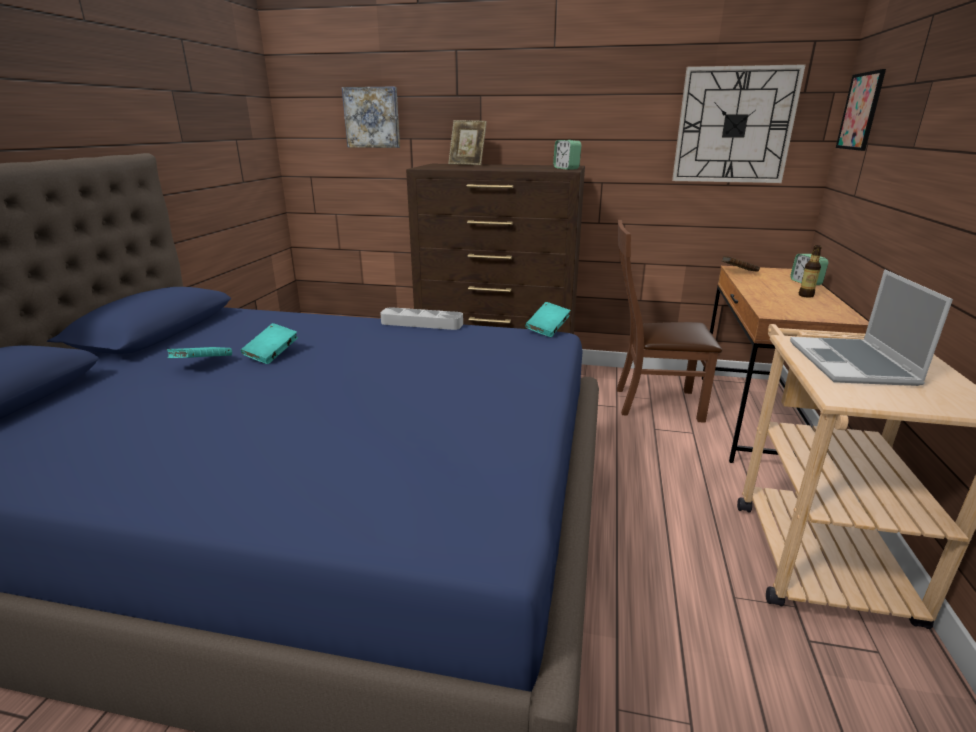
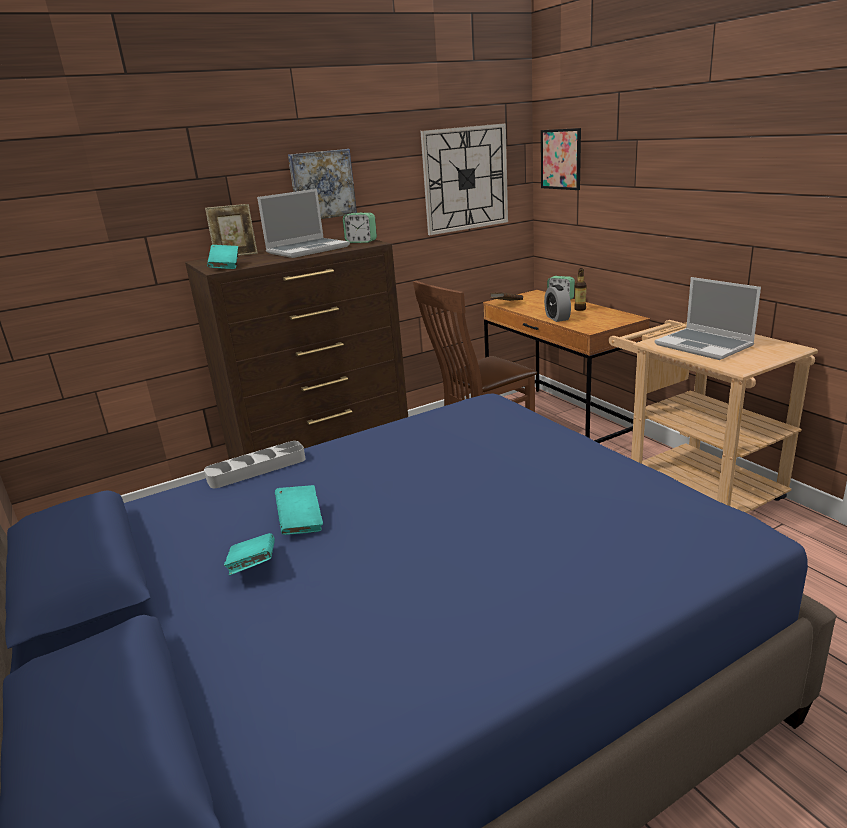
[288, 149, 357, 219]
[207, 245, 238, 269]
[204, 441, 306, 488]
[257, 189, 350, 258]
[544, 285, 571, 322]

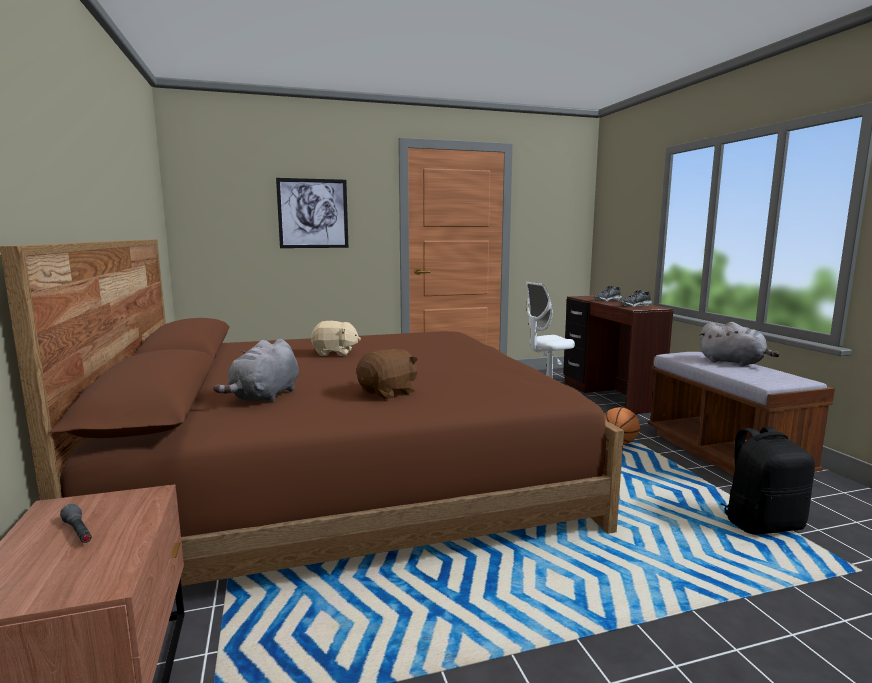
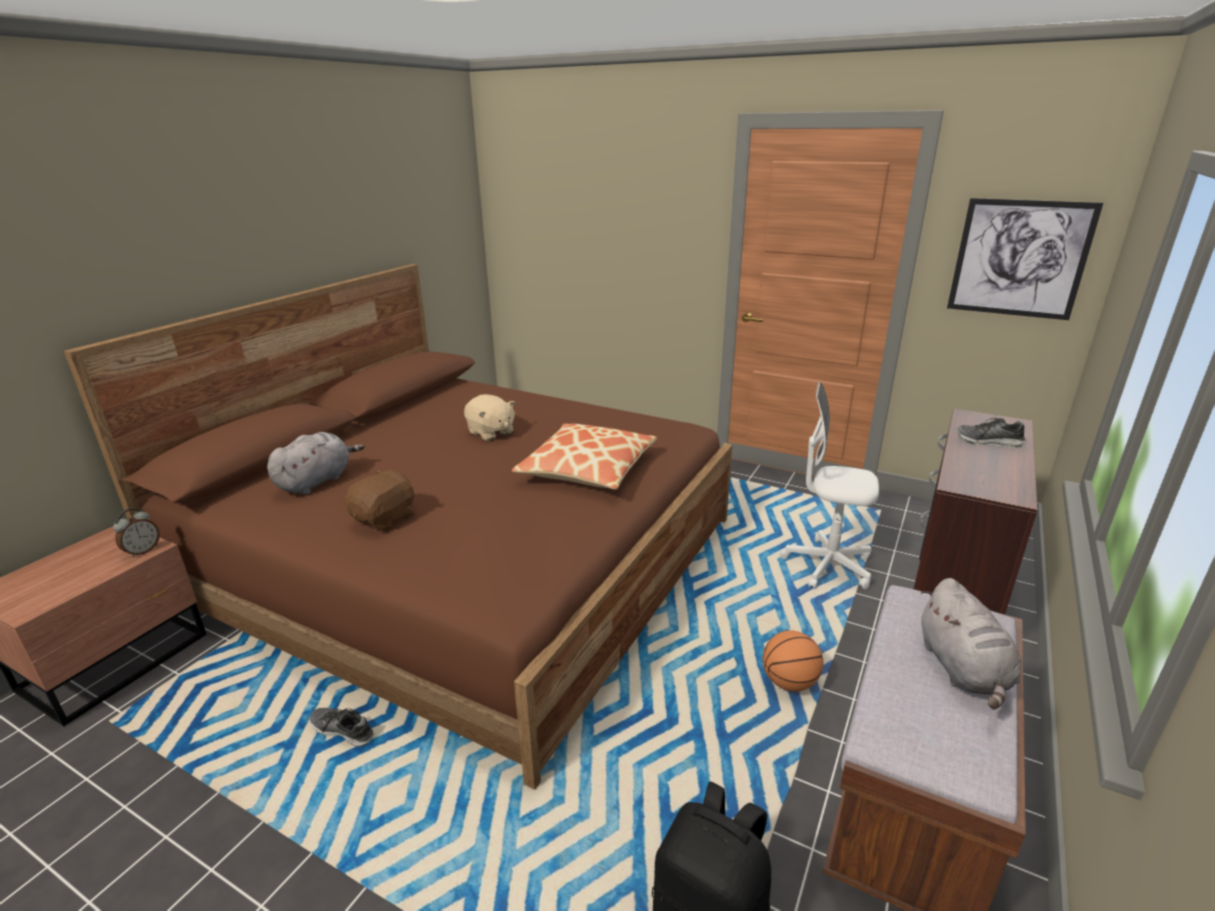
[947, 198, 1103, 320]
[309, 708, 376, 747]
[267, 432, 365, 495]
[345, 470, 415, 532]
[60, 504, 92, 543] (first image)
[512, 423, 657, 490]
[113, 509, 160, 558]

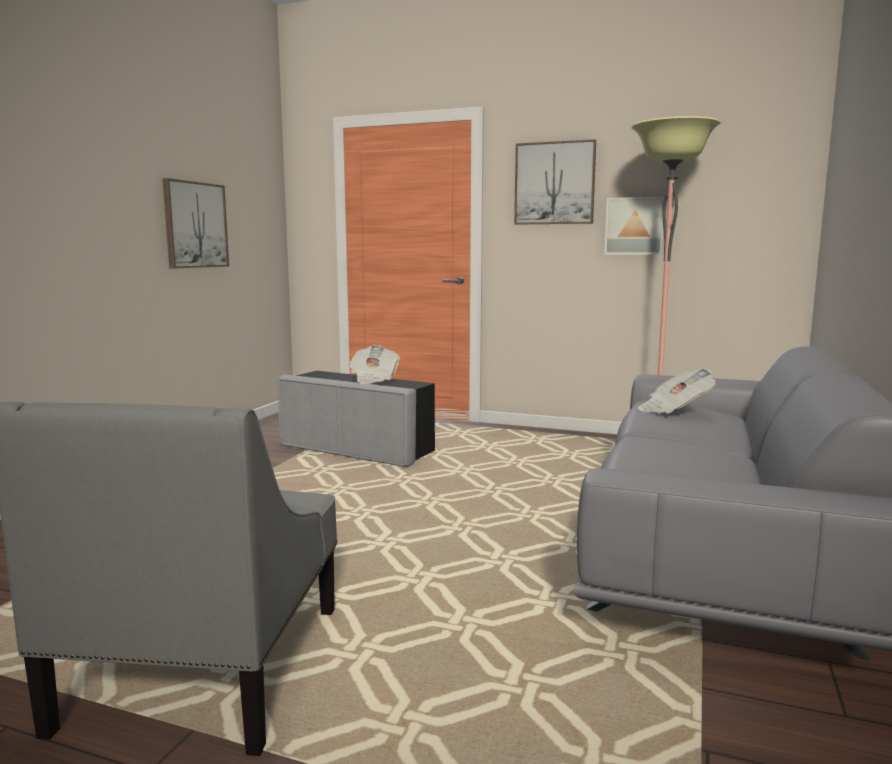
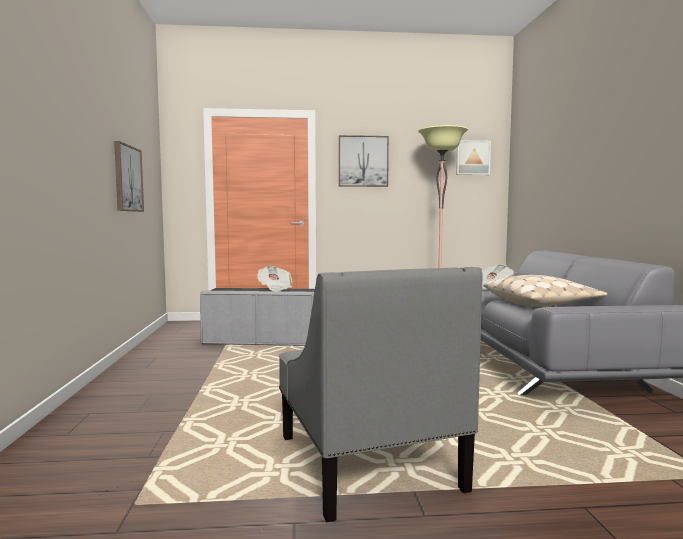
[456, 140, 491, 175]
[483, 275, 607, 307]

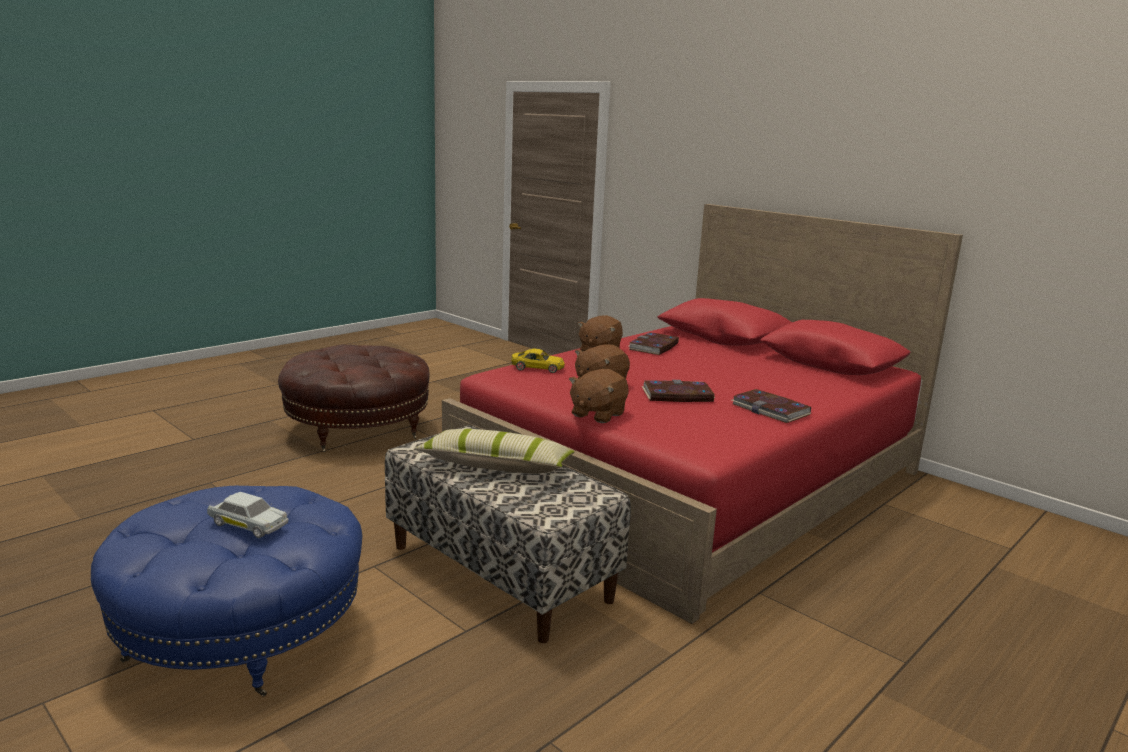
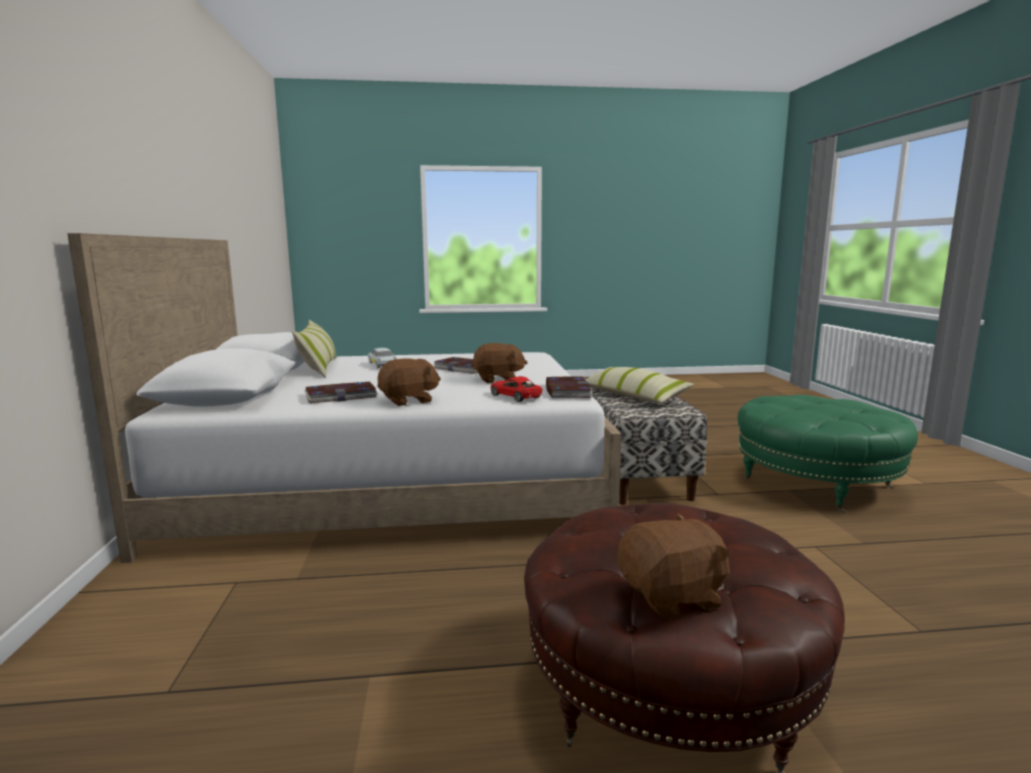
[67, 233, 622, 563]
[491, 376, 543, 402]
[618, 514, 731, 619]
[546, 376, 593, 398]
[737, 395, 918, 513]
[368, 348, 397, 368]
[292, 320, 337, 377]

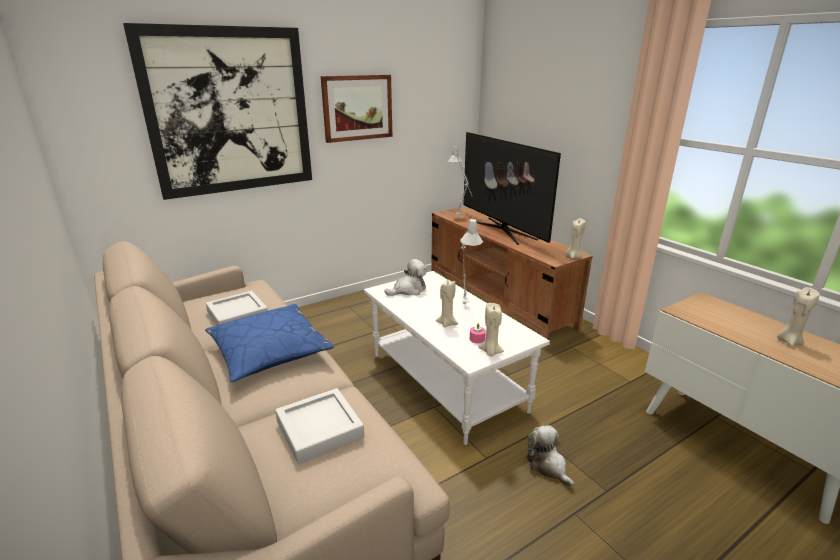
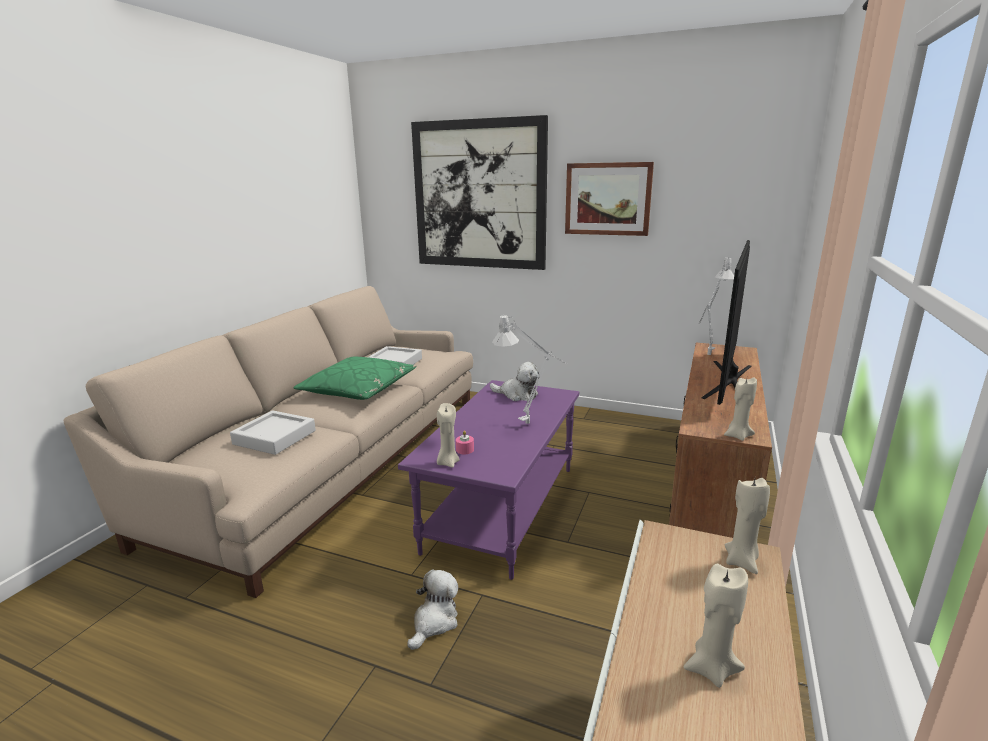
[398, 380, 579, 580]
[725, 478, 770, 574]
[293, 357, 417, 400]

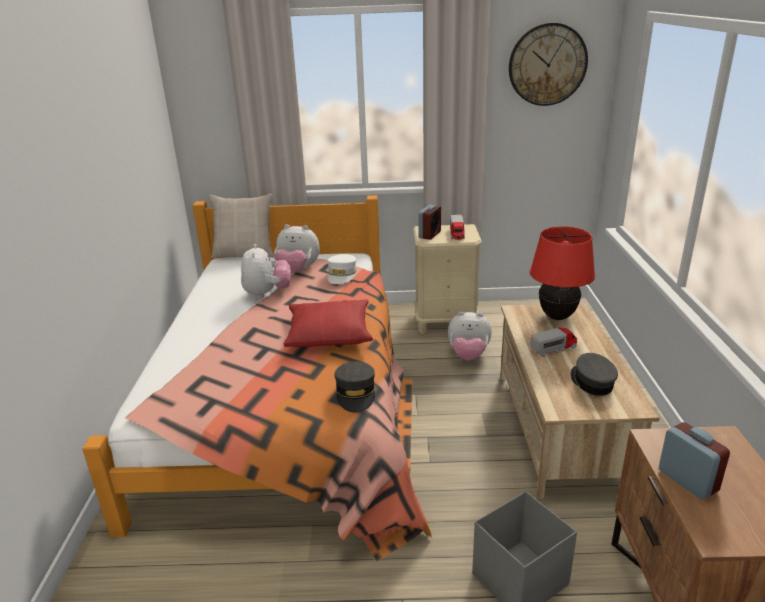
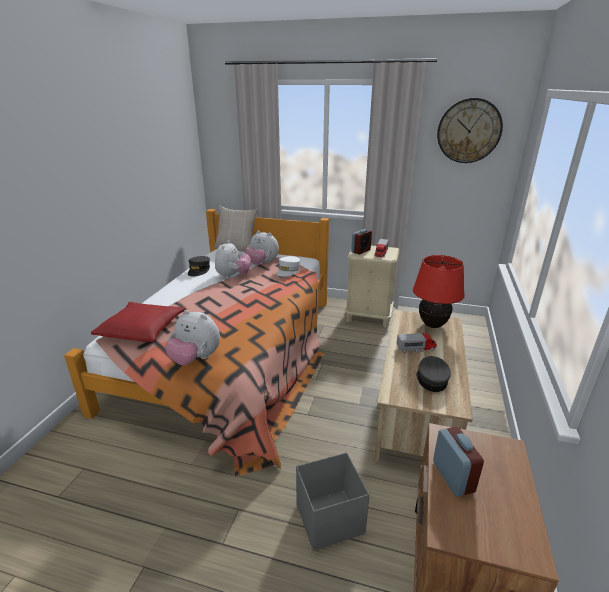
[91, 302, 186, 342]
[165, 310, 220, 365]
[188, 256, 210, 277]

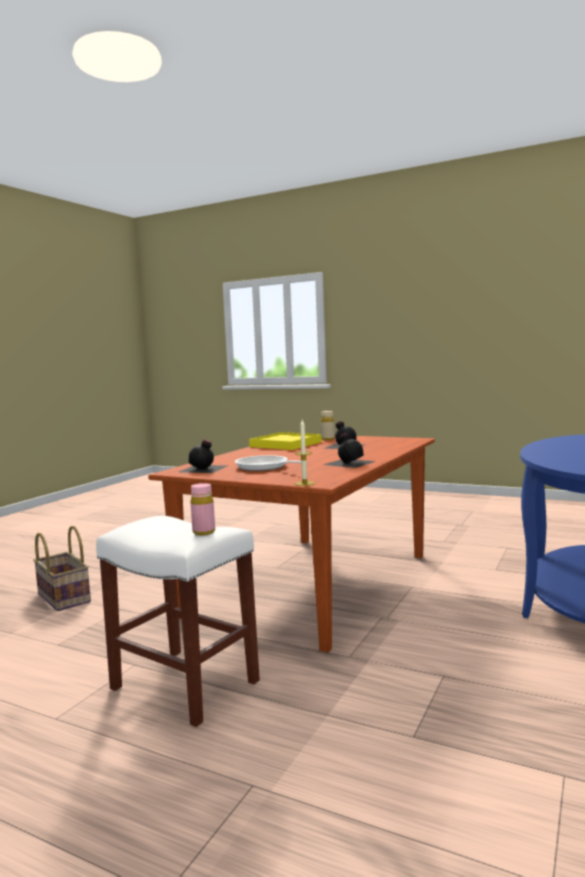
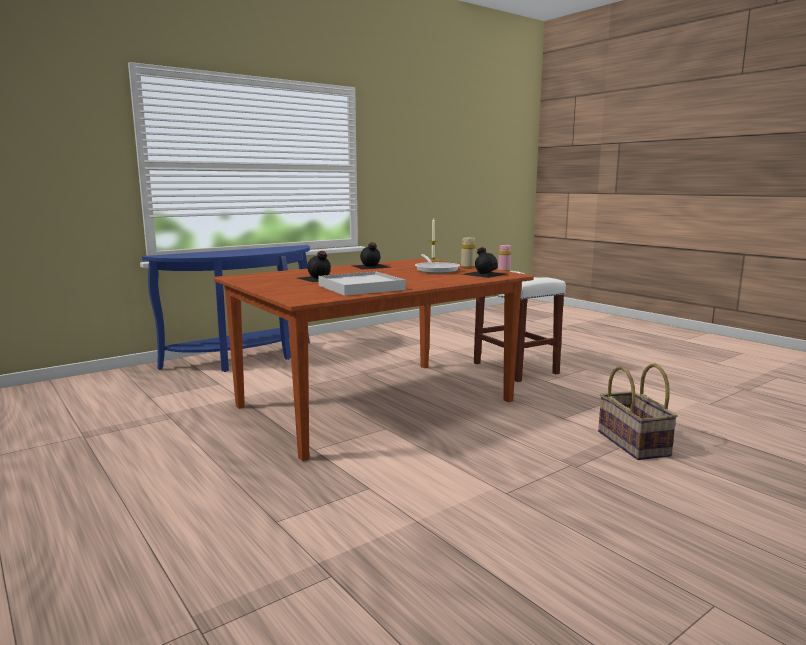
[461, 237, 476, 269]
[318, 271, 406, 296]

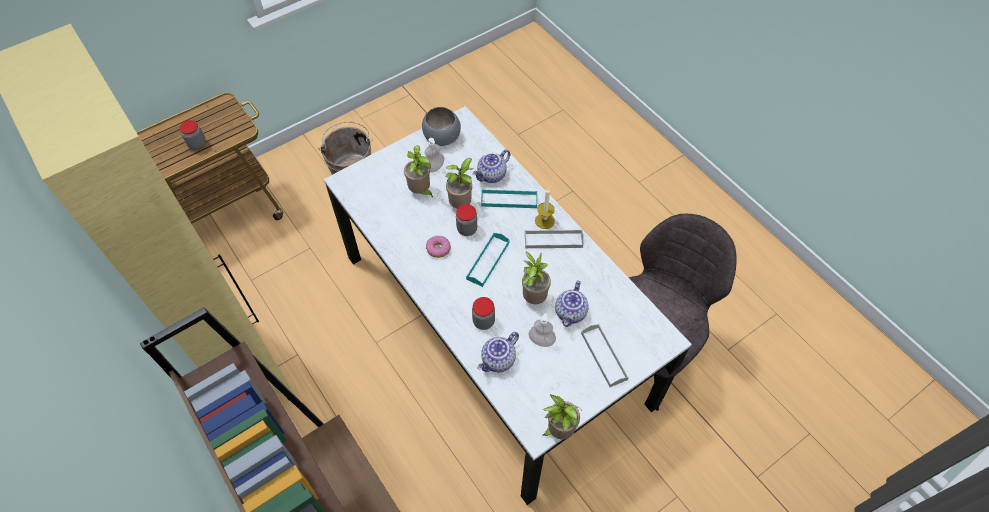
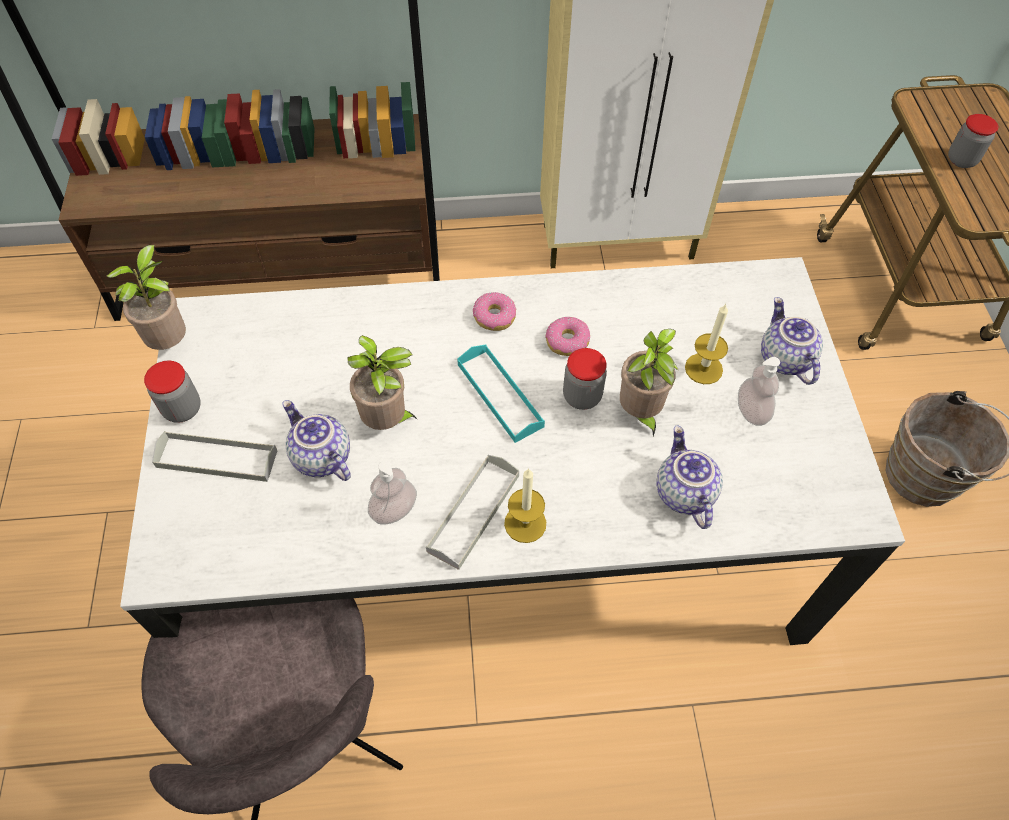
[422, 107, 461, 146] (first image)
[685, 304, 728, 384]
[481, 189, 537, 208] (first image)
[144, 361, 201, 423]
[368, 461, 417, 525]
[761, 297, 823, 385]
[473, 292, 517, 331]

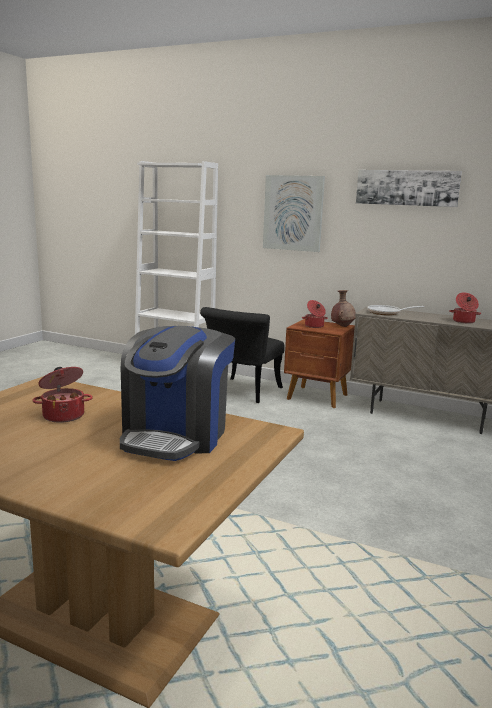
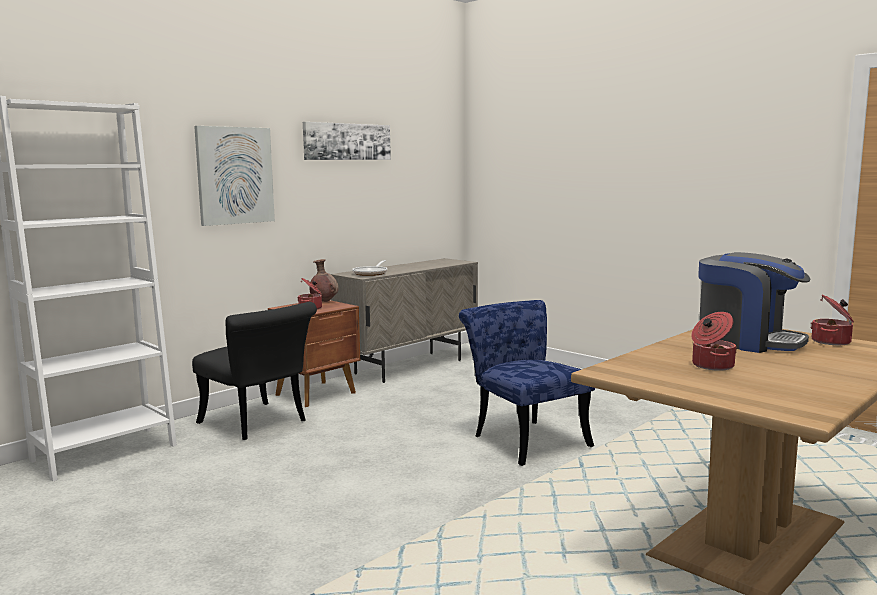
[811, 294, 854, 345]
[459, 300, 595, 466]

